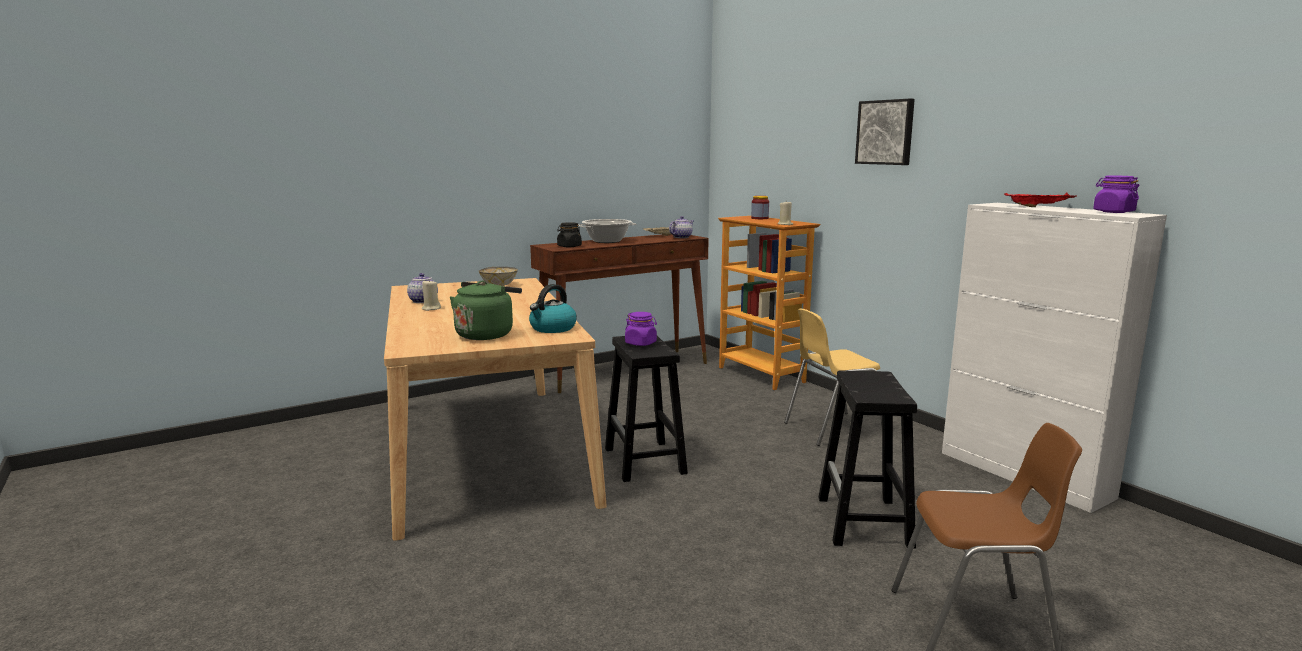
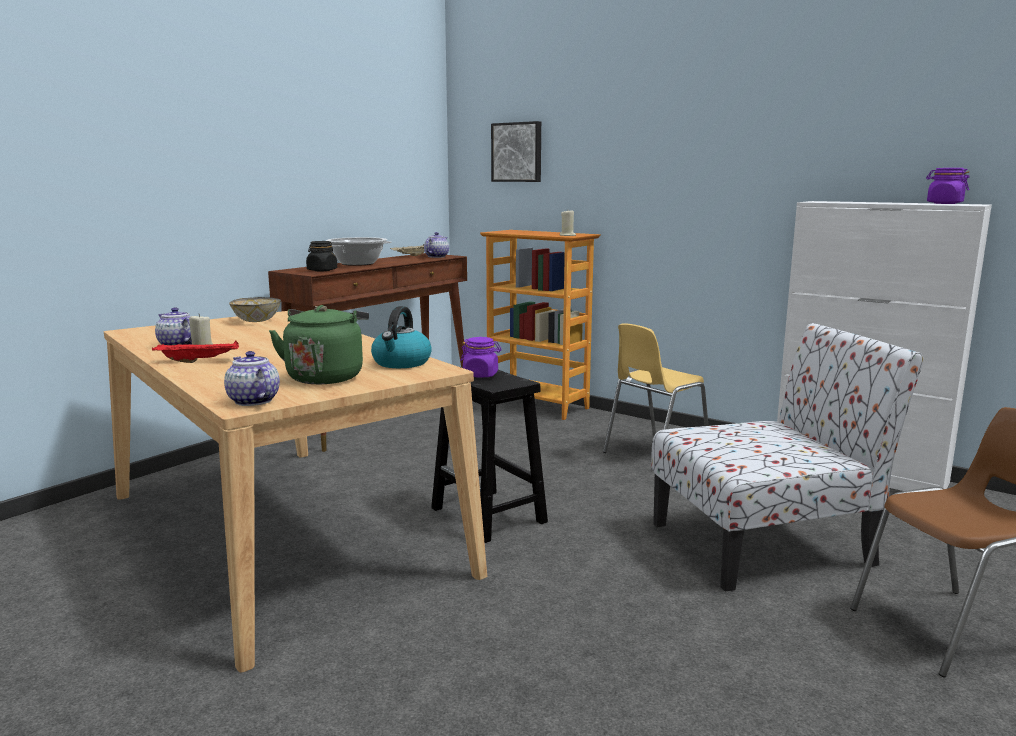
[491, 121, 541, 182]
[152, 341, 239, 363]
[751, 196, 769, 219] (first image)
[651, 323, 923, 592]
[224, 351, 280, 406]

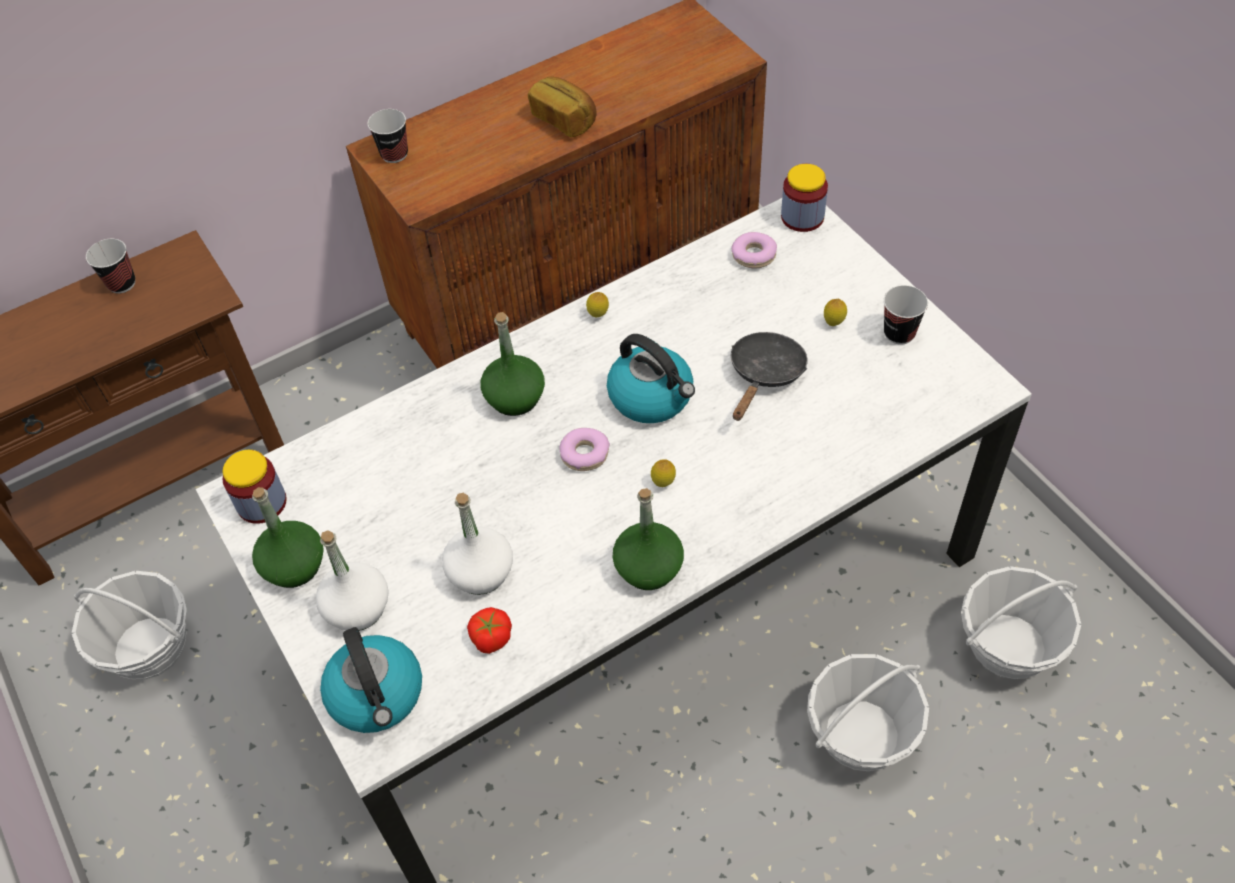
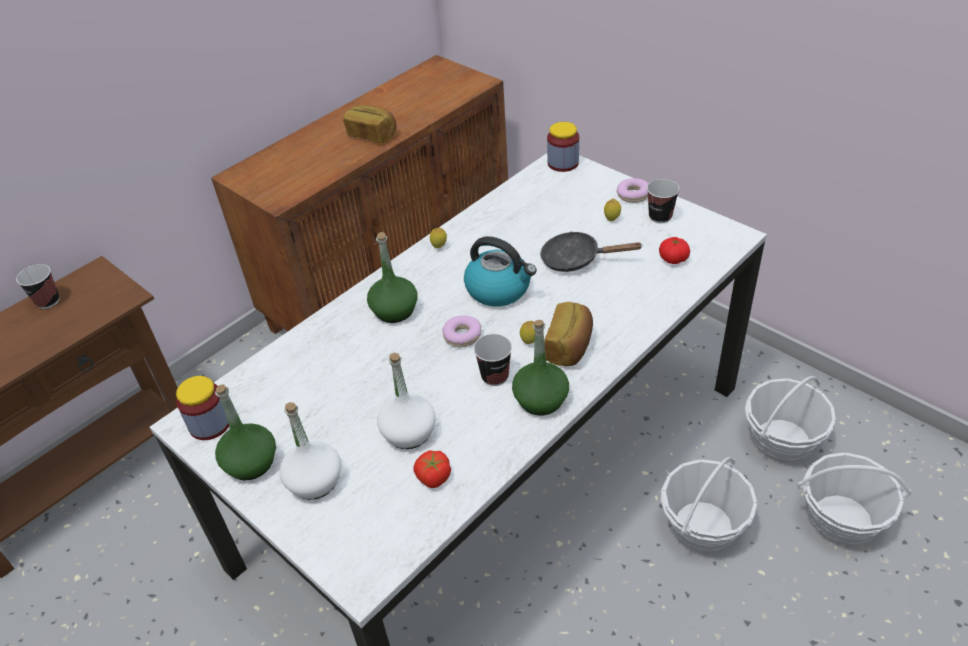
[474, 334, 512, 386]
[617, 178, 649, 203]
[540, 231, 643, 272]
[797, 453, 912, 545]
[320, 627, 422, 733] (first image)
[659, 237, 690, 264]
[544, 302, 593, 366]

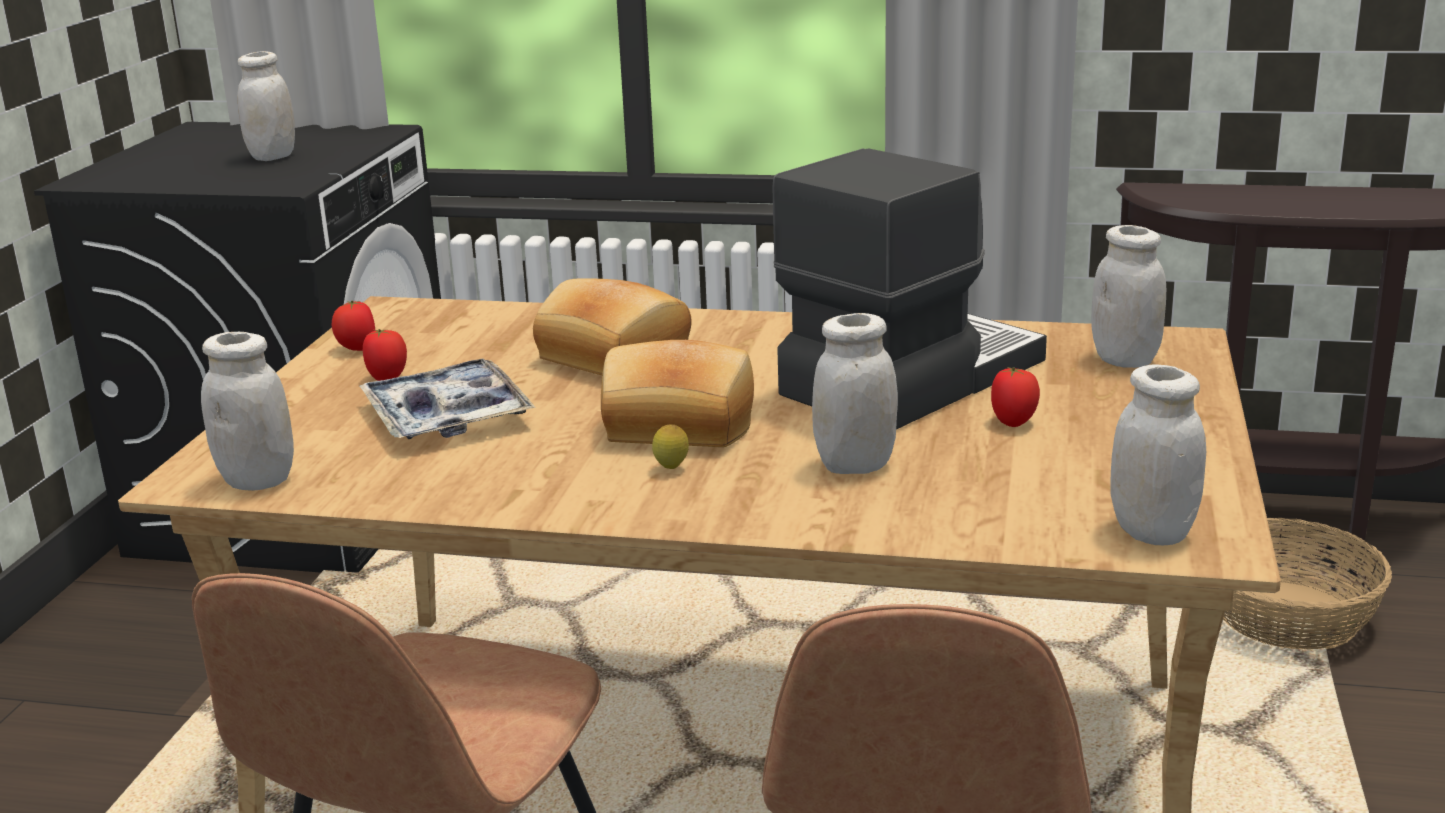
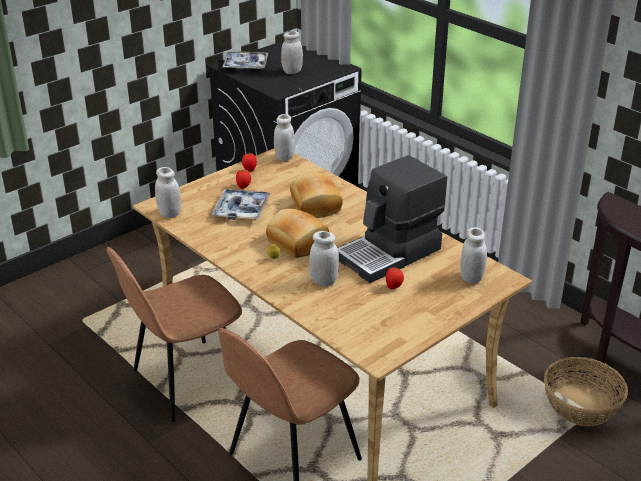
[337, 155, 447, 283]
[274, 114, 295, 161]
[222, 52, 268, 69]

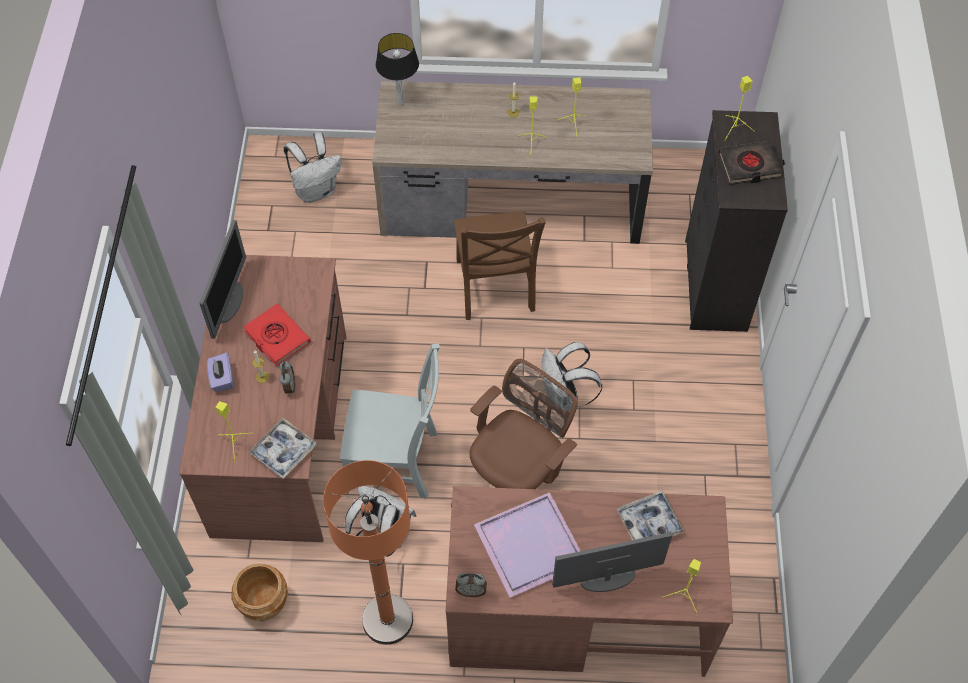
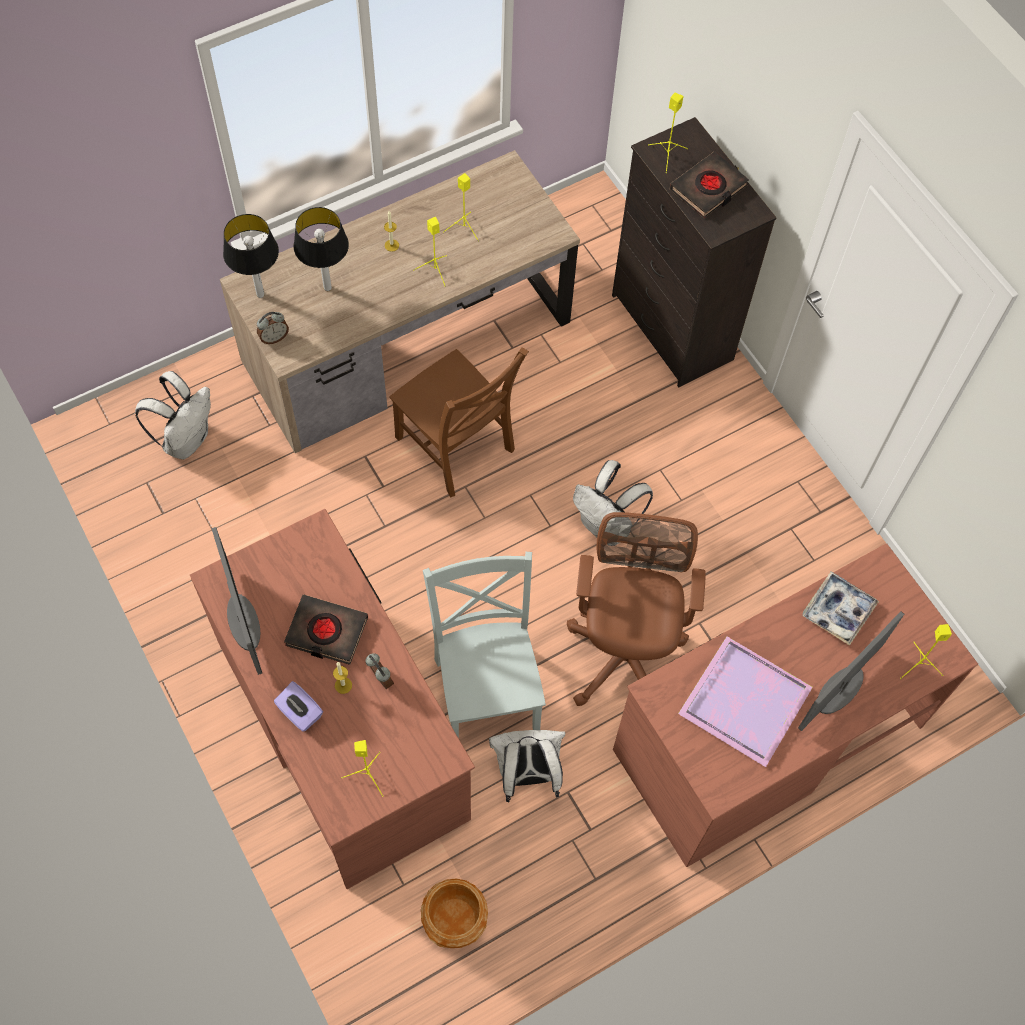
[284, 595, 368, 665]
[423, 552, 546, 738]
[248, 418, 316, 479] (first image)
[323, 460, 413, 645] (first image)
[257, 312, 289, 344]
[294, 207, 349, 291]

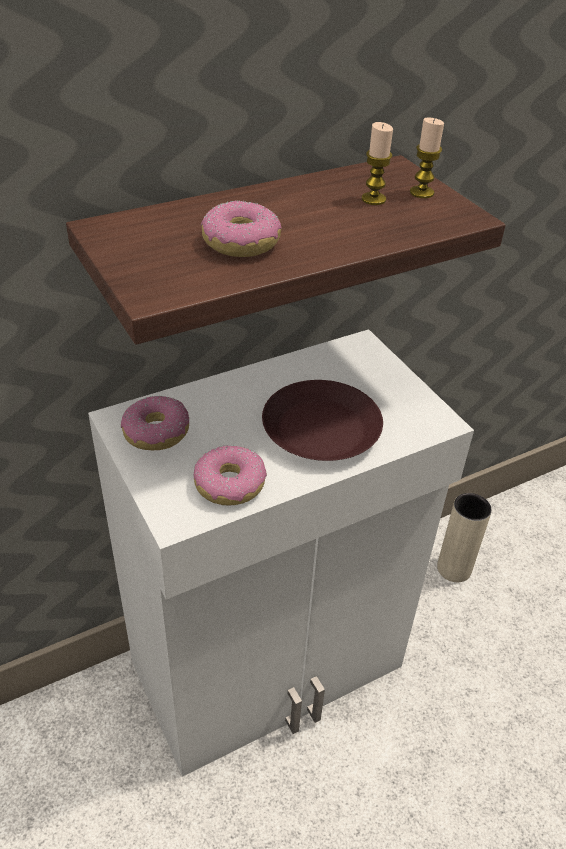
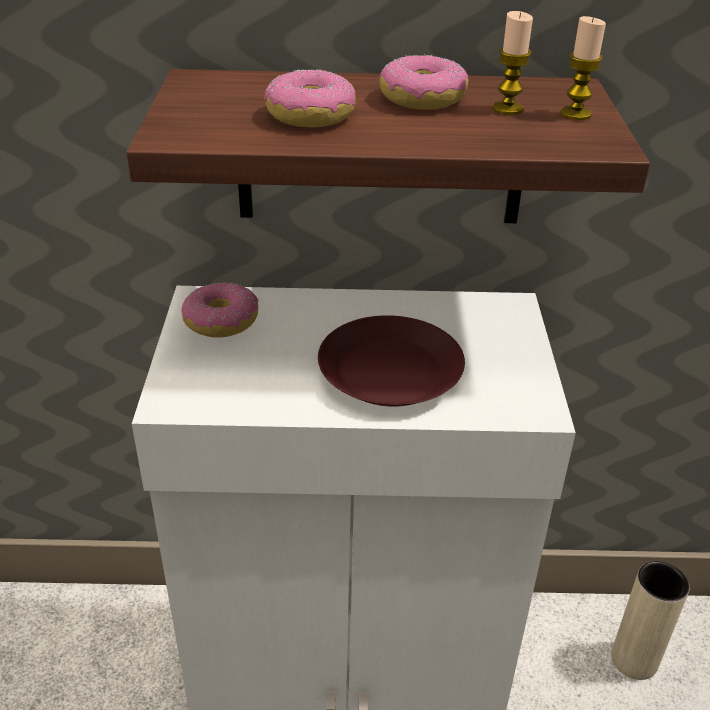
[379, 54, 468, 110]

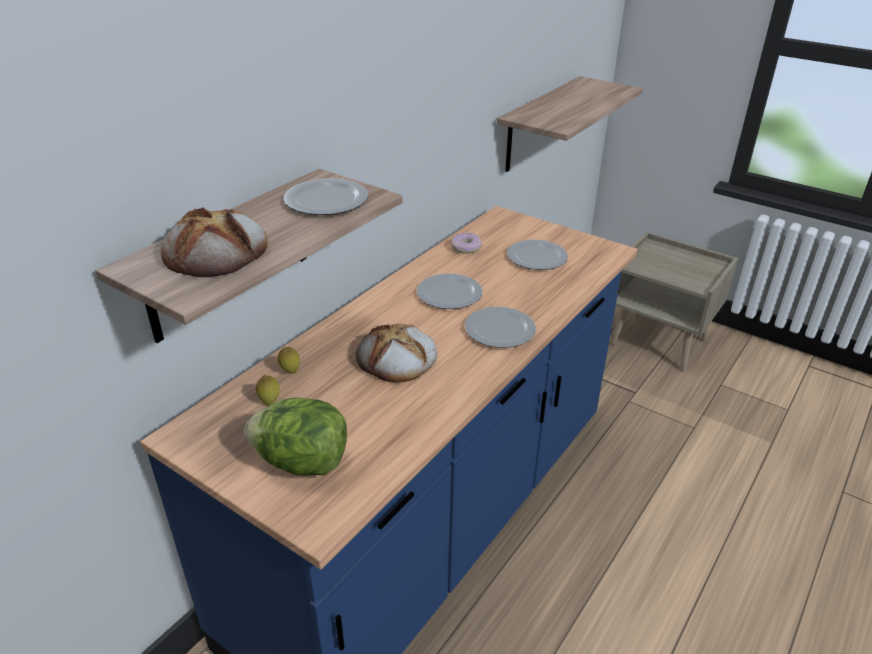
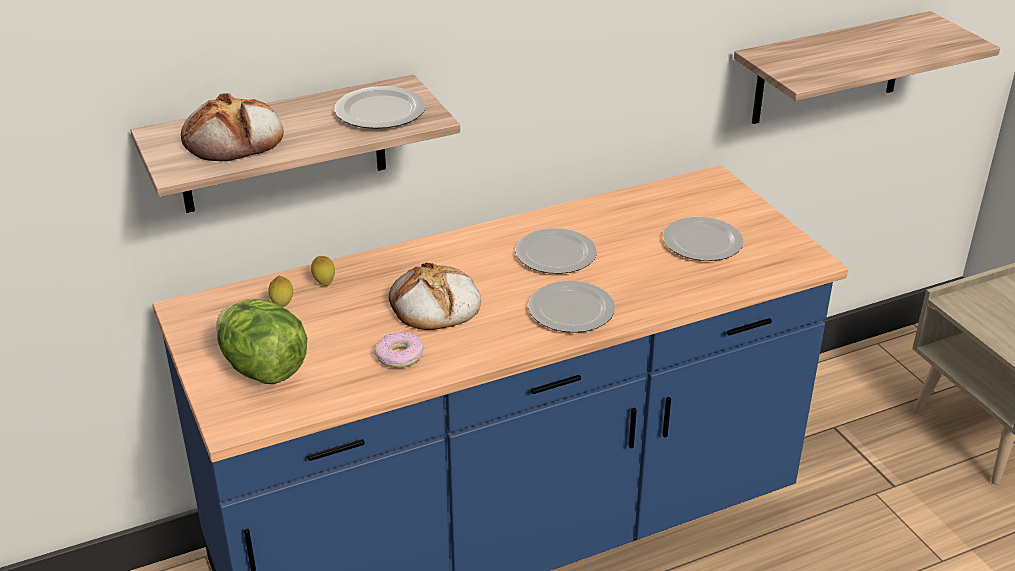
[375, 332, 423, 368]

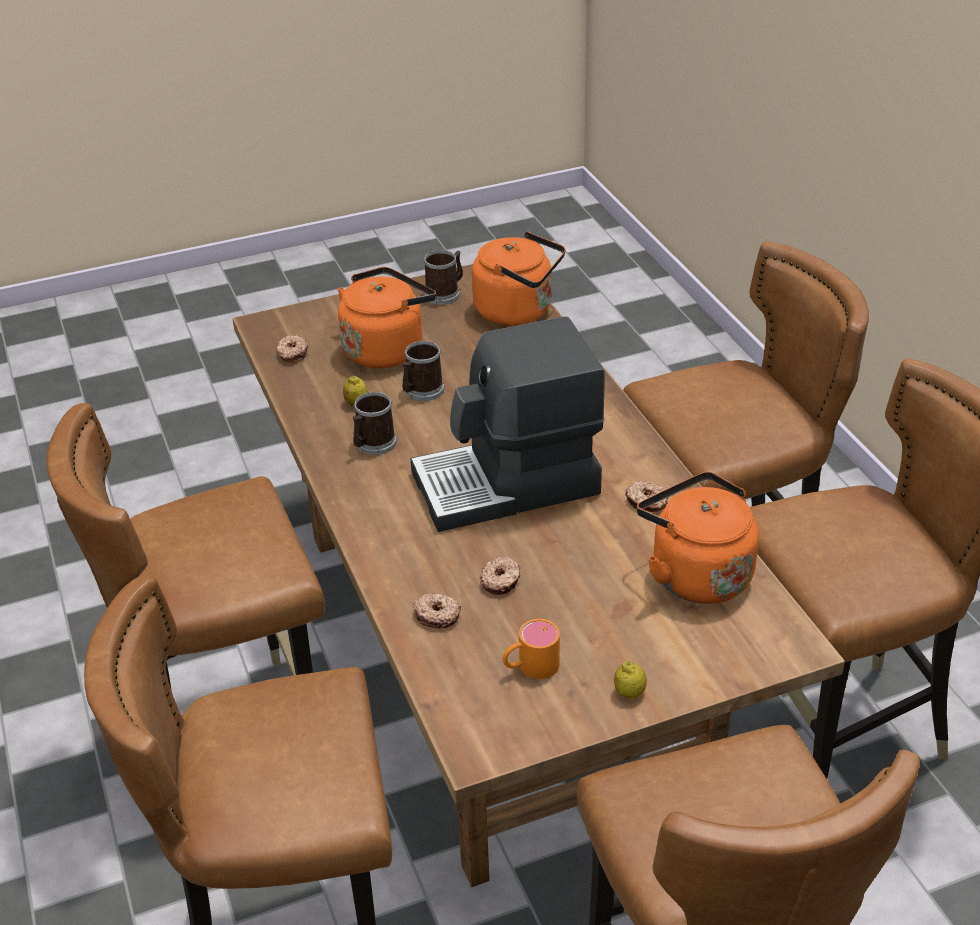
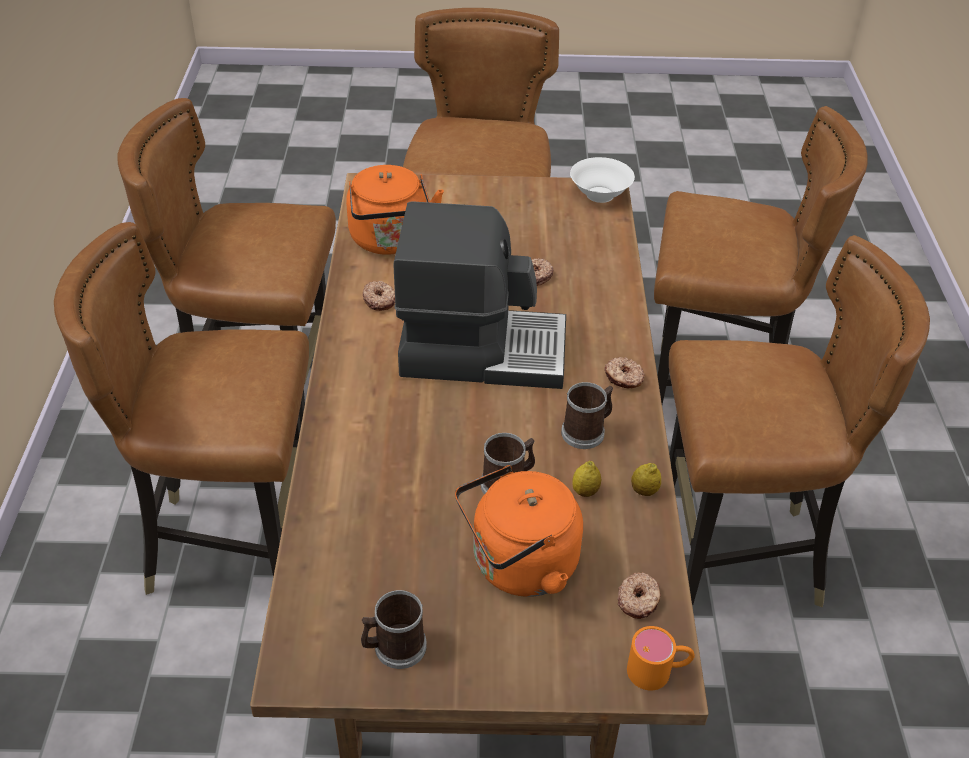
[472, 232, 566, 325] (first image)
[604, 357, 645, 389]
[627, 626, 695, 691]
[631, 463, 661, 496]
[570, 157, 635, 203]

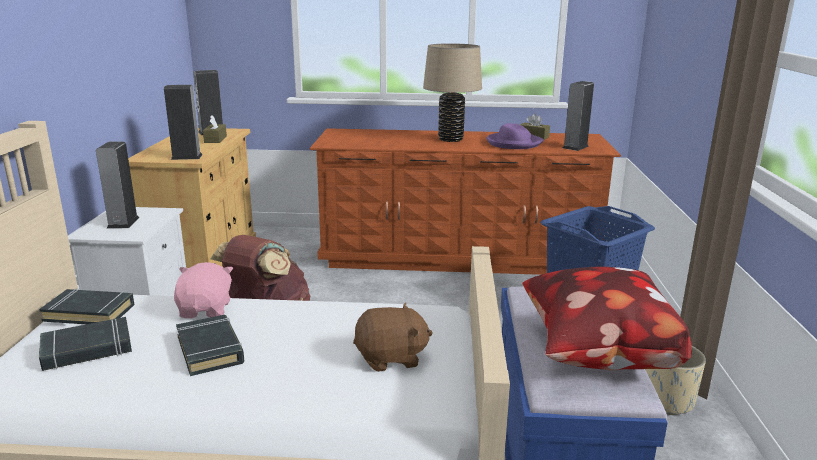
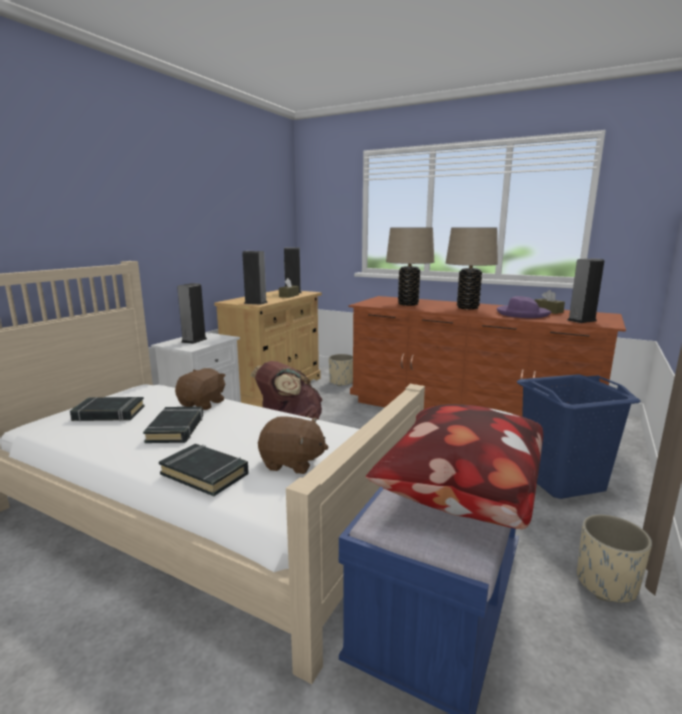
[175, 368, 226, 410]
[159, 444, 249, 496]
[386, 227, 434, 306]
[329, 354, 353, 386]

